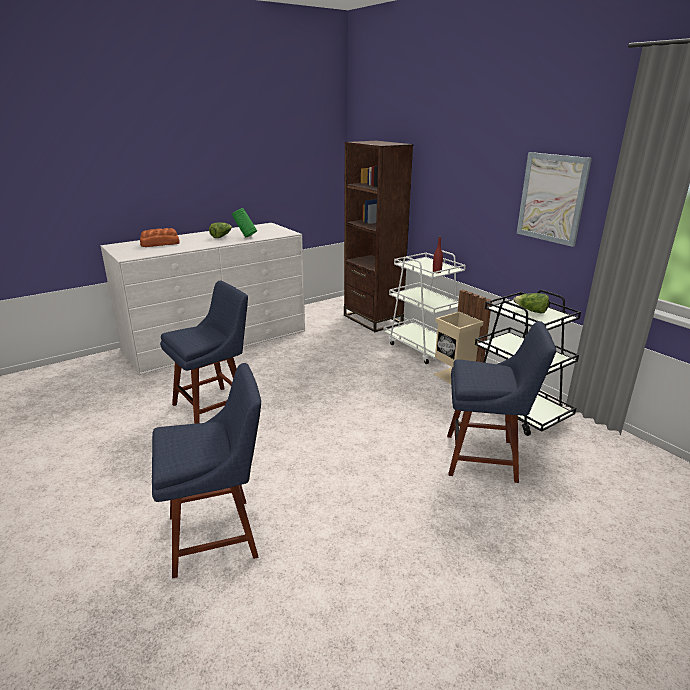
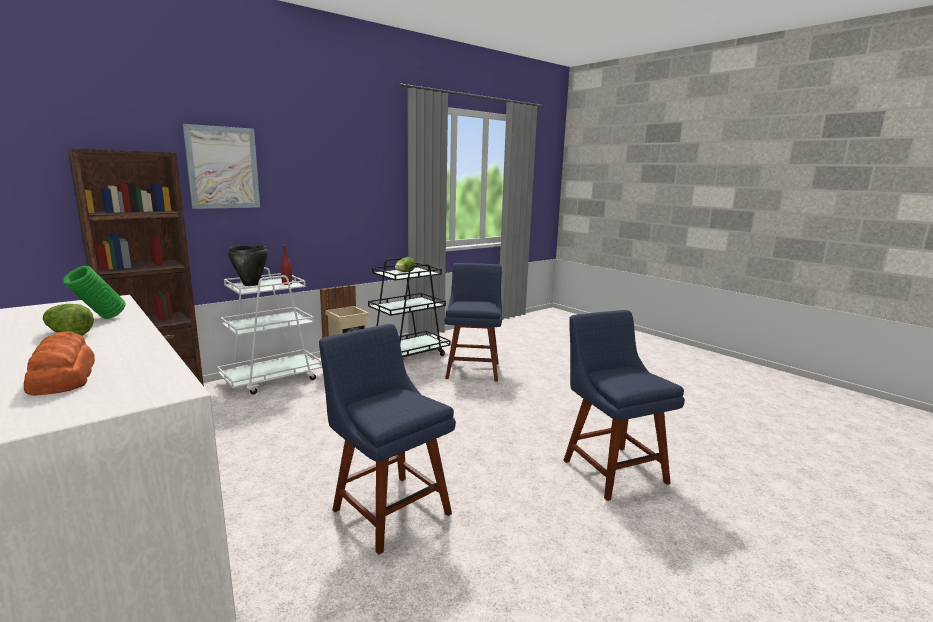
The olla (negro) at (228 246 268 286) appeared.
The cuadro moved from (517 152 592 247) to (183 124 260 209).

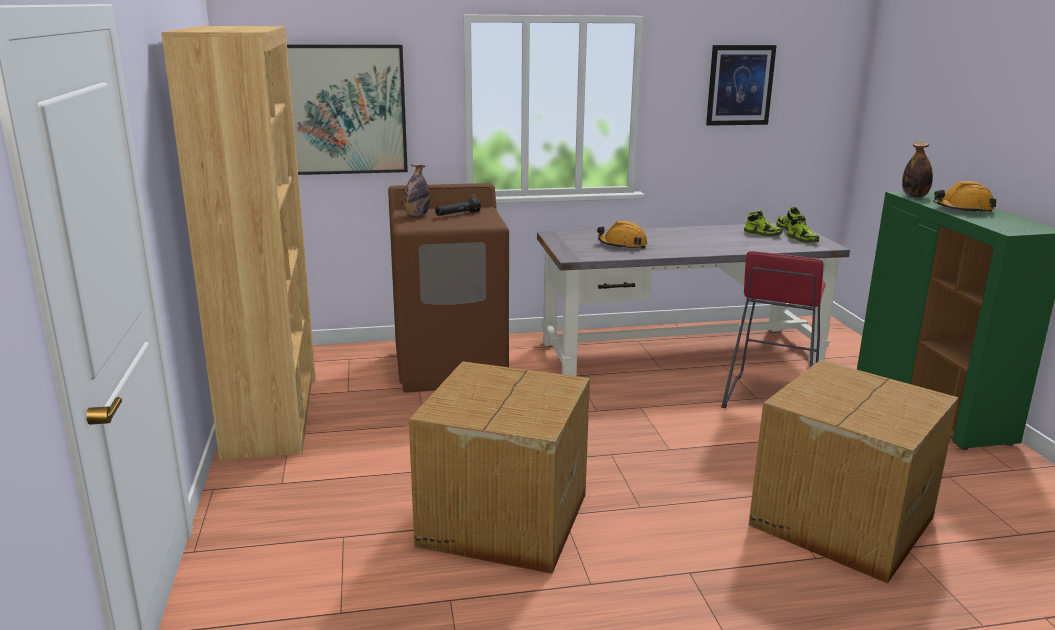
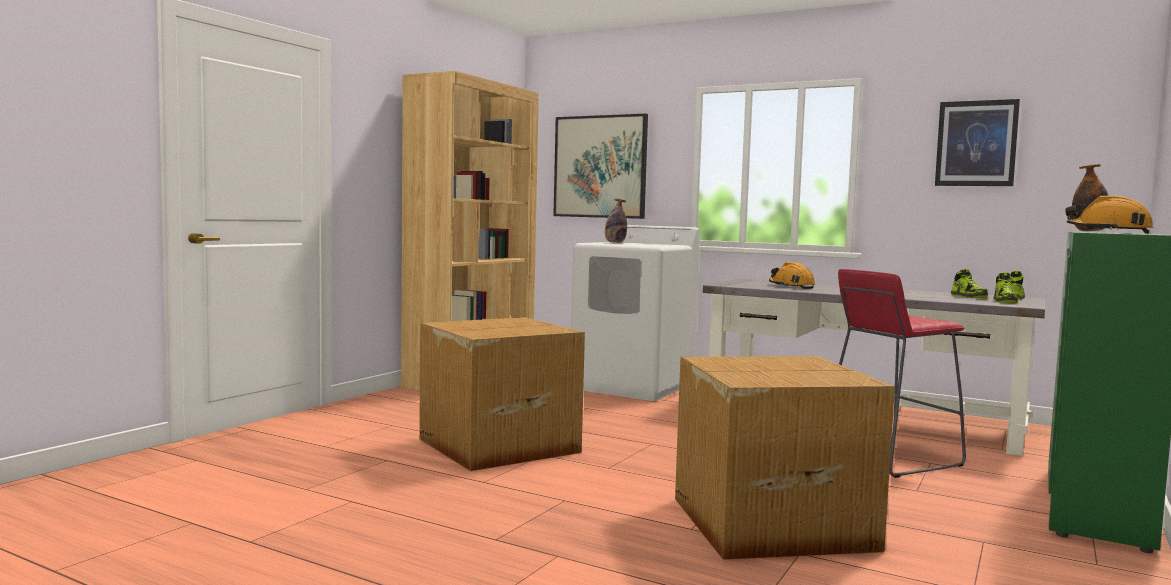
The linterna (negro) at (435 198 481 216) disappeared.
The lavadora (marrón) at (388 183 509 392) became the lavadora (blanco) at (571 225 700 401).

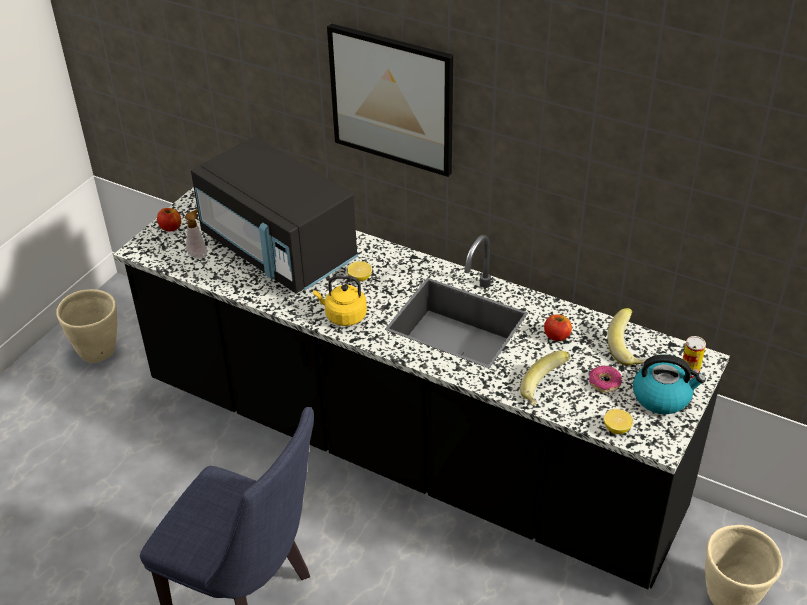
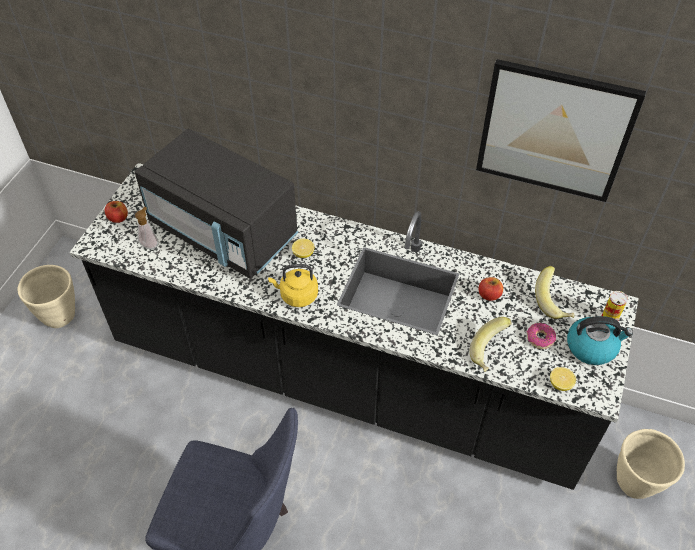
The cuadro moved from (327 23 453 177) to (476 59 646 202).

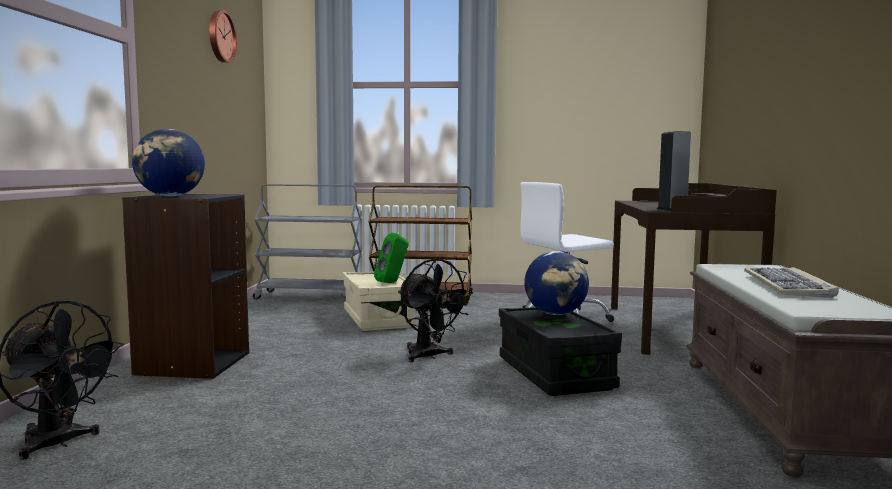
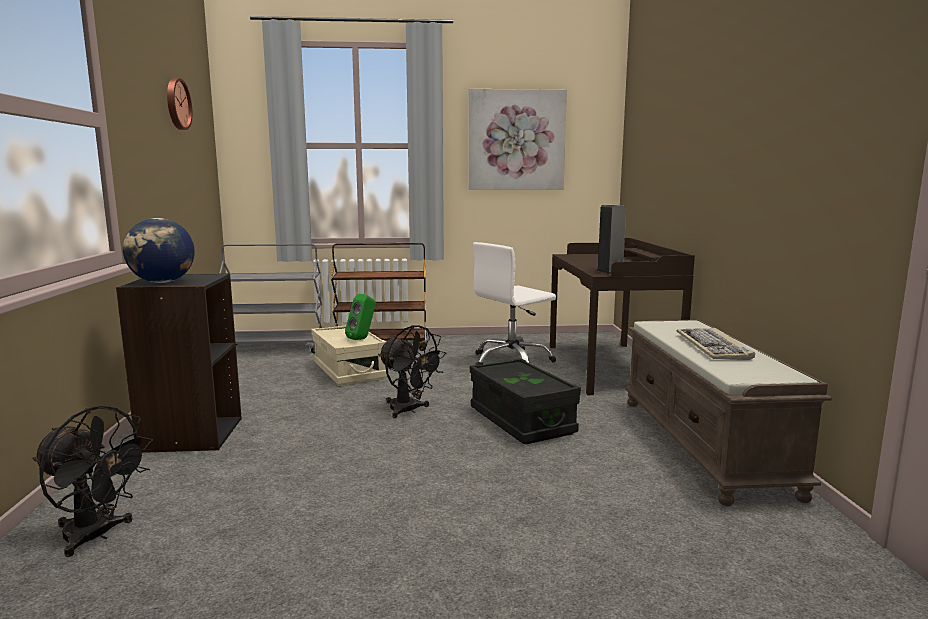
The globo terráqueo at (524 251 589 315) disappeared.
The cuadro at (468 89 567 190) appeared.

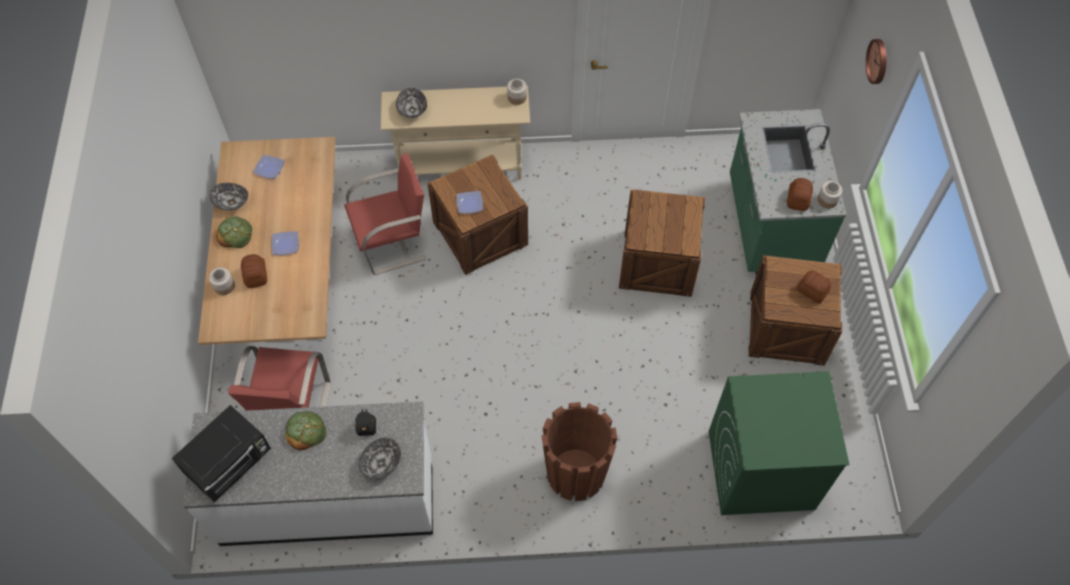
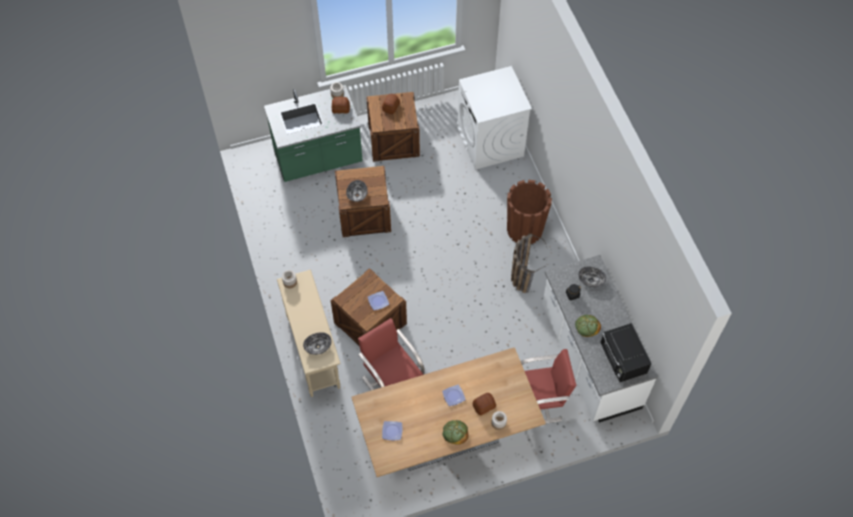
The reloj de pared at (866 39 887 84) disappeared.
The cesta at (511 233 547 293) appeared.
The cuenco moved from (210 183 248 211) to (346 180 368 202).
The lavadora (verde) at (709 371 849 515) became the lavadora (blanco) at (457 66 532 170).
The microondas (negro) at (172 405 271 503) turned 135 degrees counterclockwise.

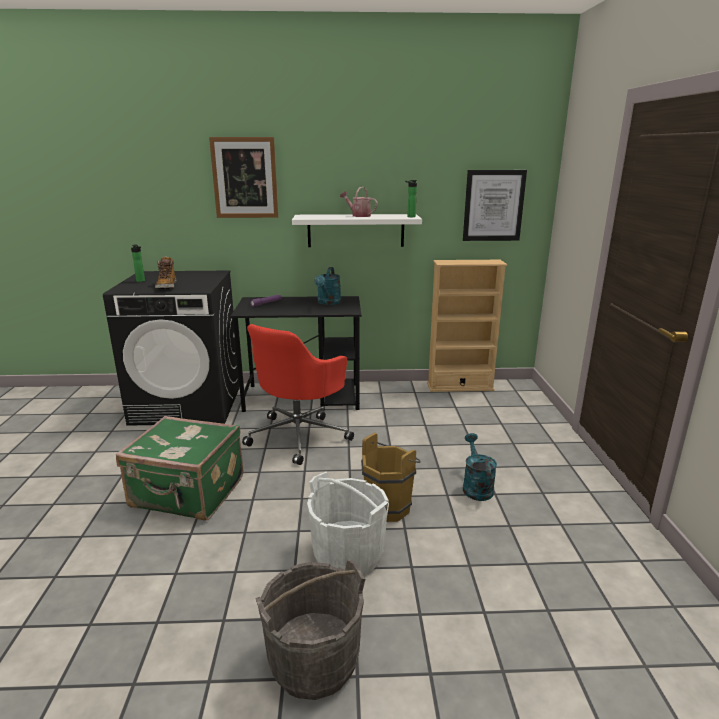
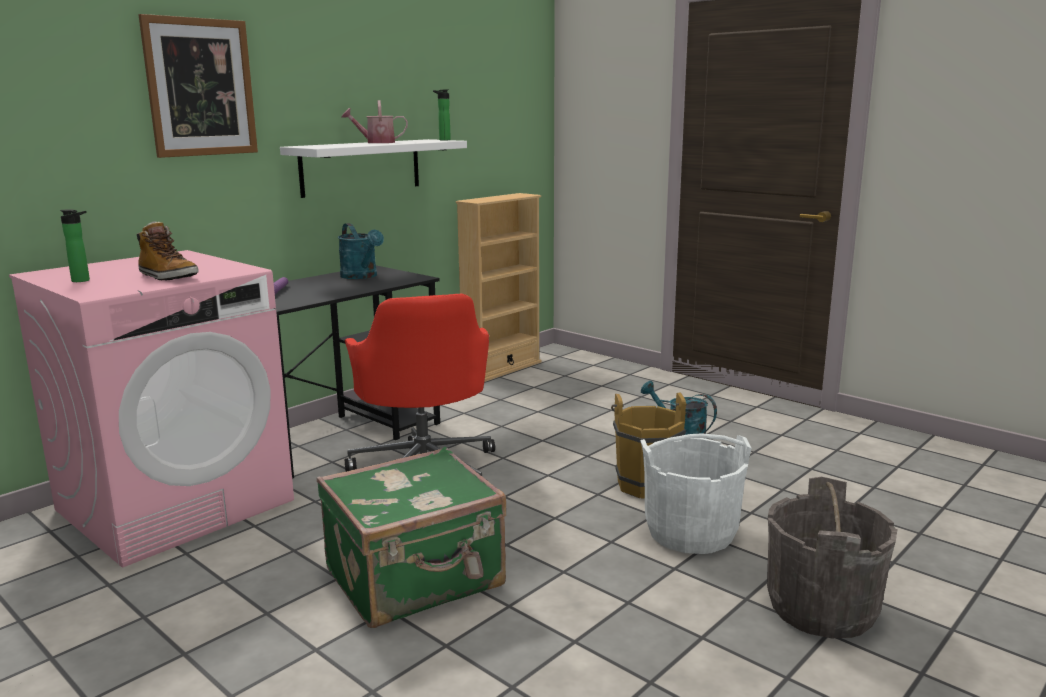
The cuadro at (463 170 527 241) disappeared.
The lavadora (negro) at (103 271 240 426) became the lavadora (rosa) at (9 250 294 568).

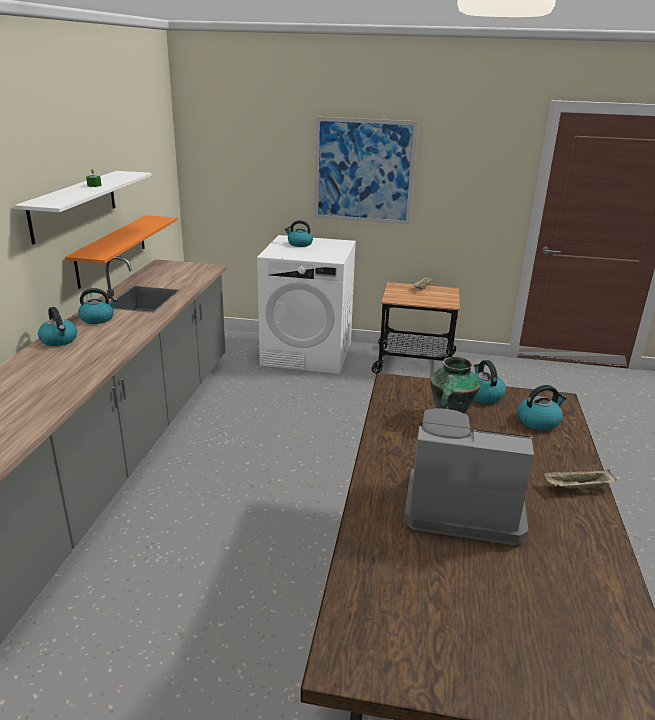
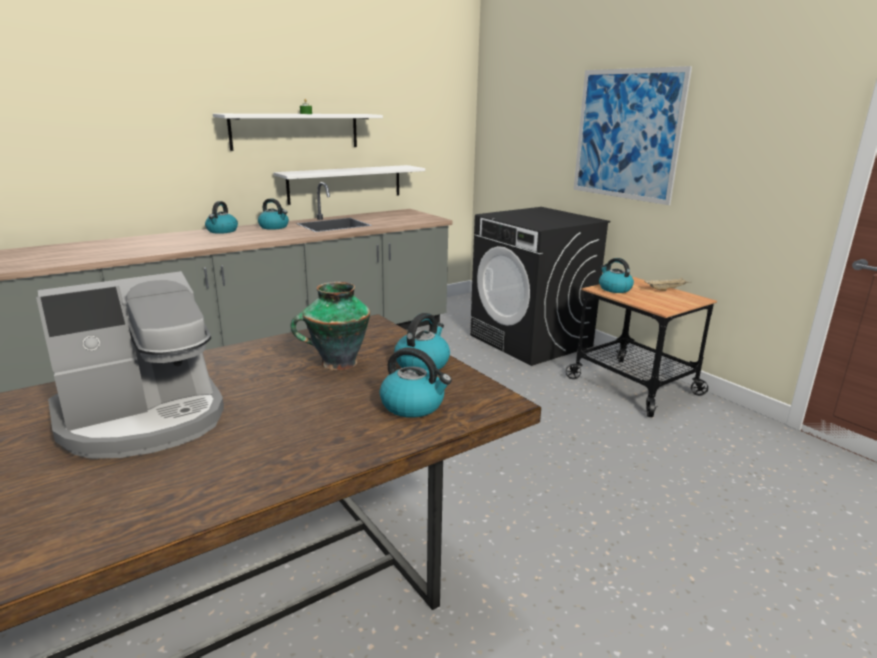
The bandeja (beis) at (544 469 616 490) disappeared.
The hervidor moved from (285 220 313 247) to (599 258 634 293).
The estante (naranja) at (65 215 178 289) became the estante (blanco) at (273 165 425 205).
The lavadora (blanco) at (257 235 356 374) became the lavadora (negro) at (470 207 610 366).
The cafetera at (404 408 534 546) turned 90 degrees clockwise.

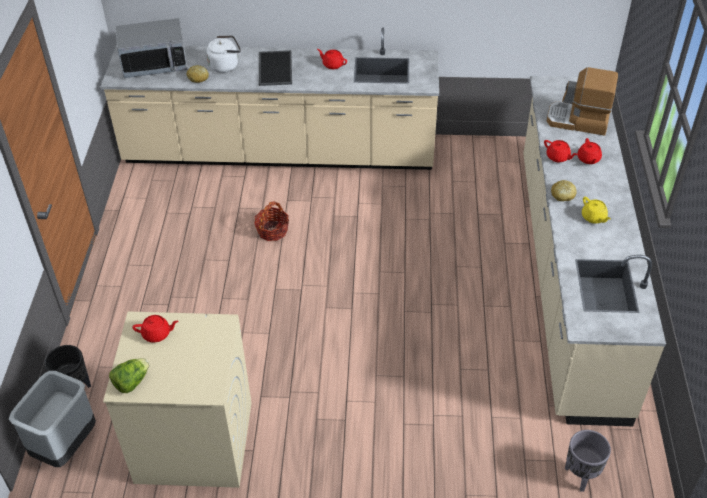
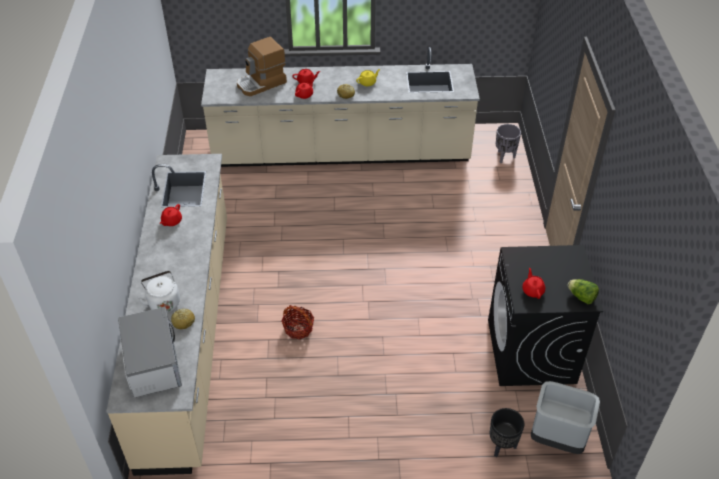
The bandeja at (259 50 292 86) disappeared.
The lavadora (beis) at (103 311 251 488) became the lavadora (negro) at (488 245 604 386).
The cafetera at (546 67 618 136) turned 45 degrees clockwise.

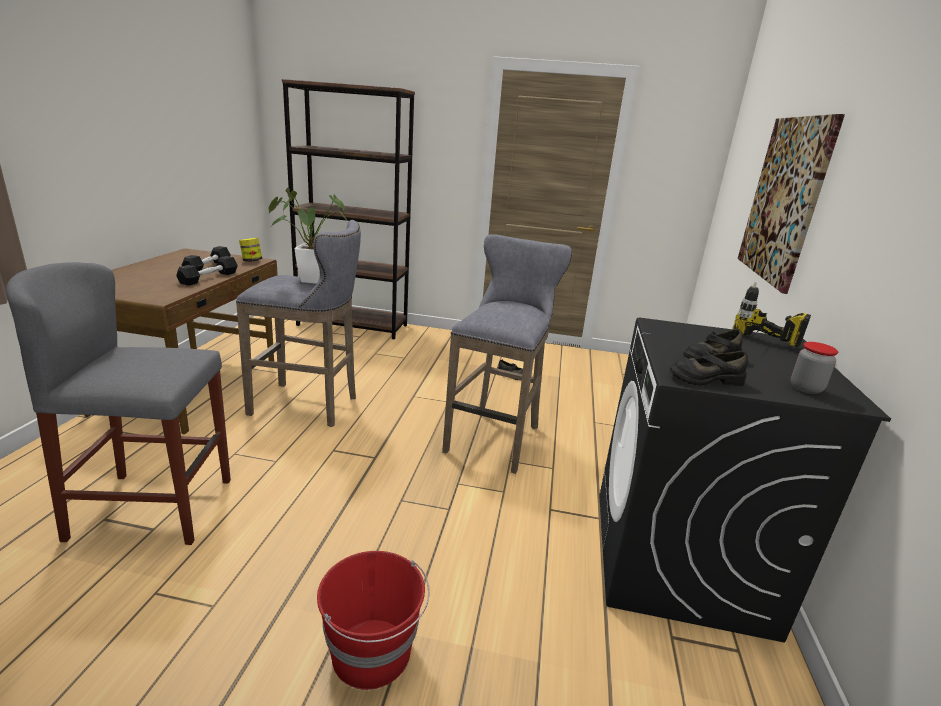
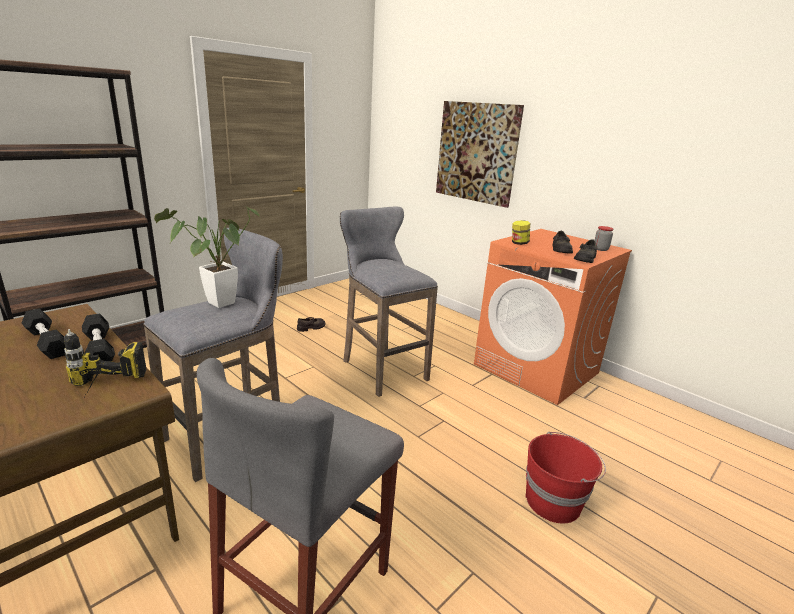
The tarro moved from (239 238 262 262) to (512 220 530 245).
The taladro moved from (732 282 811 347) to (64 329 146 394).
The lavadora (negro) at (599 317 891 643) became the lavadora (naranja) at (474 229 632 405).

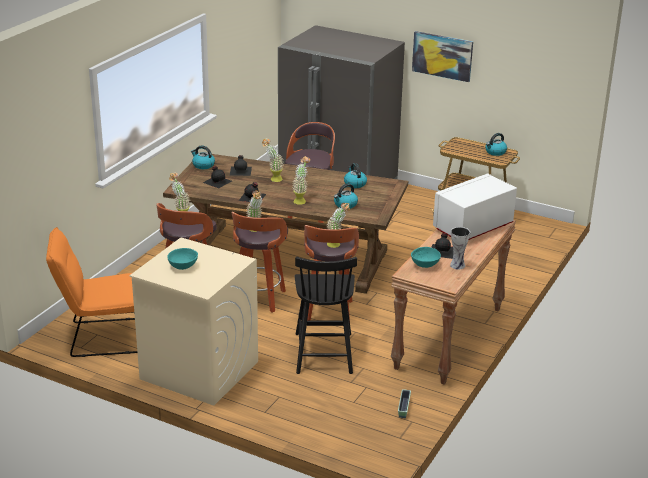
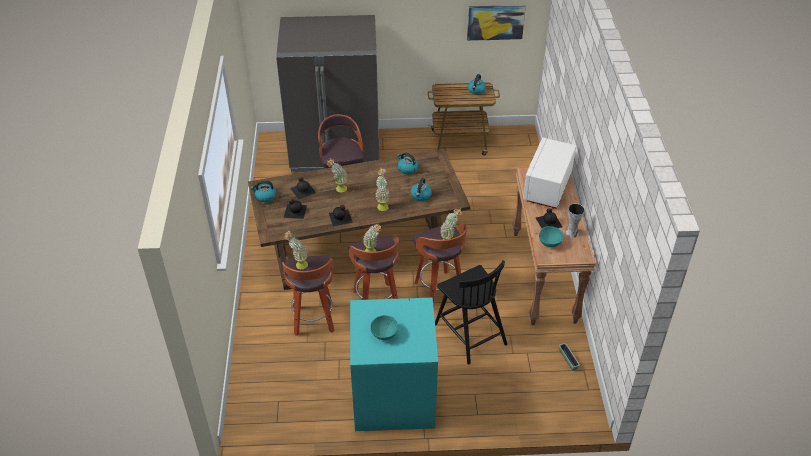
The silla (naranja) at (46 227 137 357) disappeared.
The cuadro moved from (412 31 473 82) to (467 5 526 41).
The lavadora (beis) at (130 237 258 406) became the lavadora (turquesa) at (350 298 438 431).

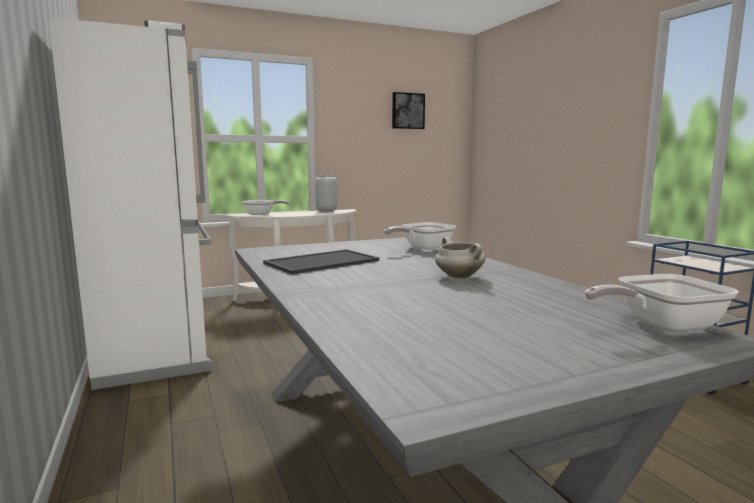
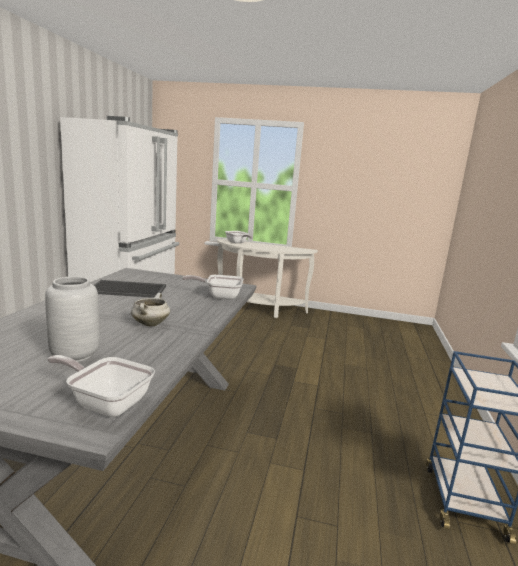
The cuadro at (392 92 425 129) disappeared.
The florero (gris) moved from (315 174 338 212) to (45 277 99 362).

